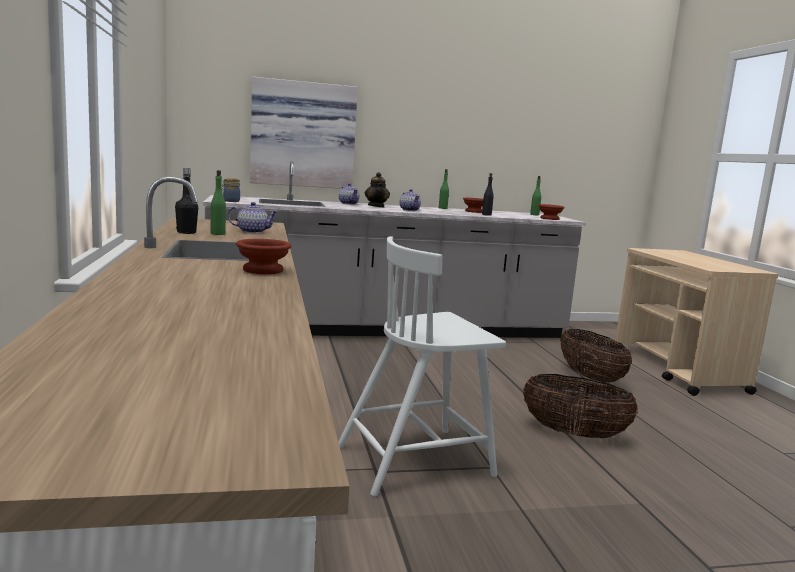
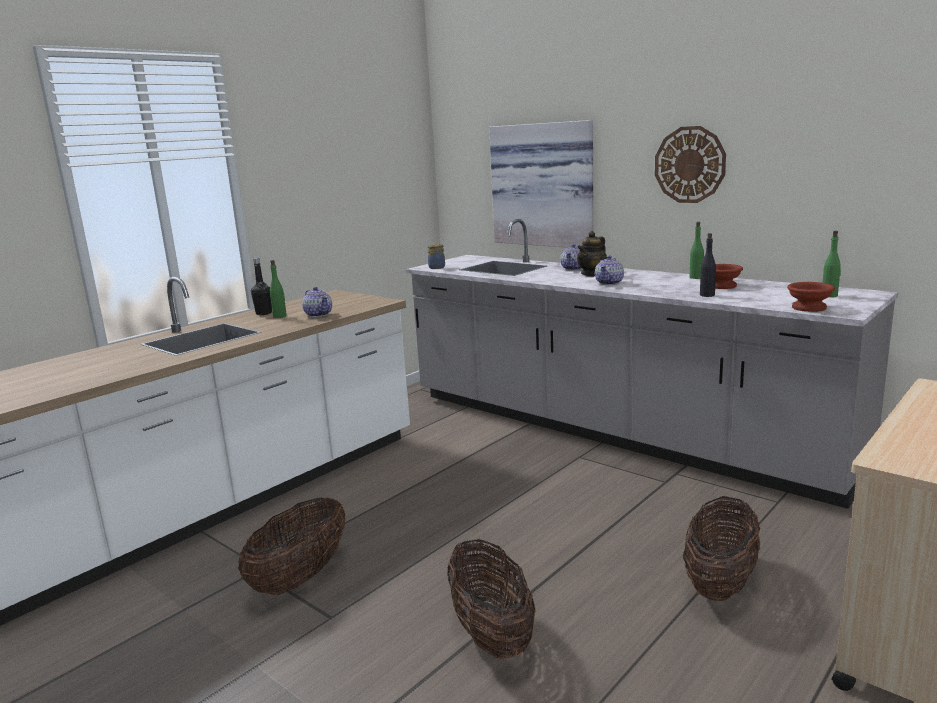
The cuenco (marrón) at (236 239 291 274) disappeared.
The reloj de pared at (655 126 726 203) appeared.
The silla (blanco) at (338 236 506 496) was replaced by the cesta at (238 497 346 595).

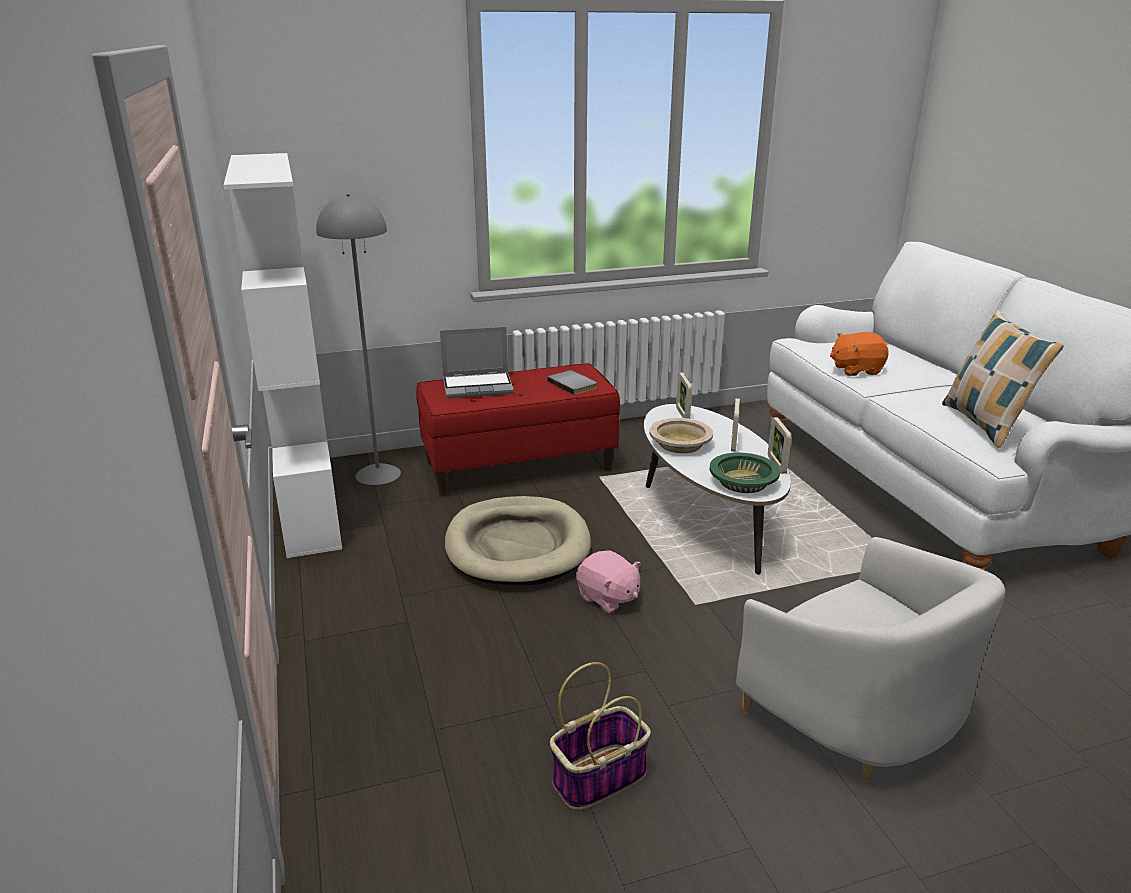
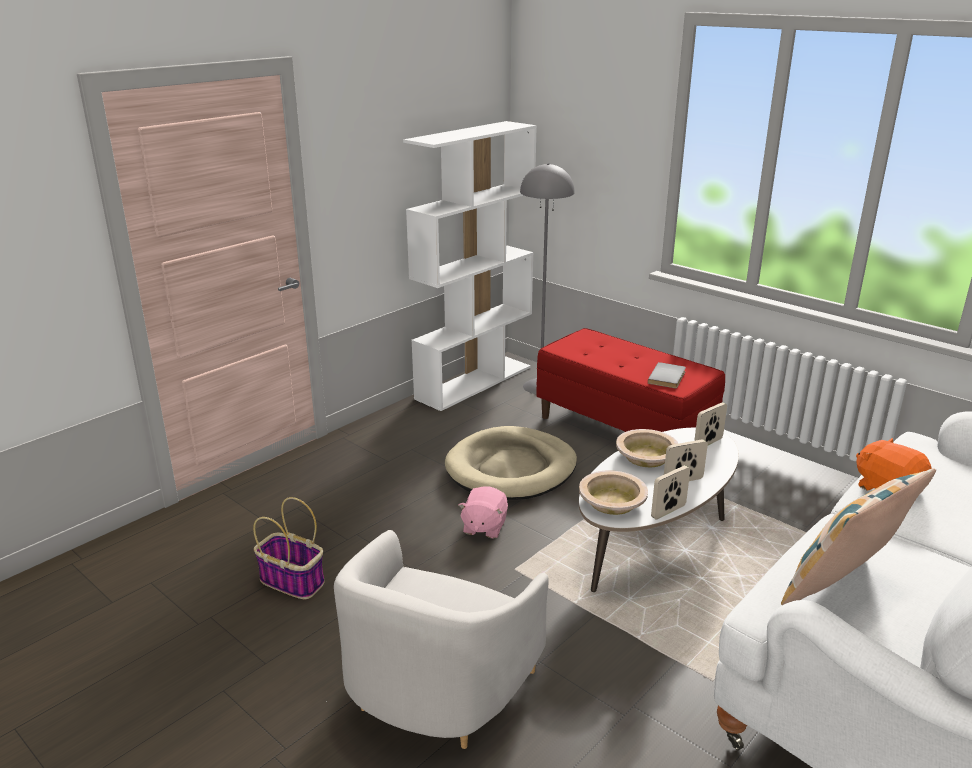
The portátil at (440 327 514 398) disappeared.
The cuenco (verde) at (710 453 780 493) became the cuenco (beis) at (579 470 648 515).

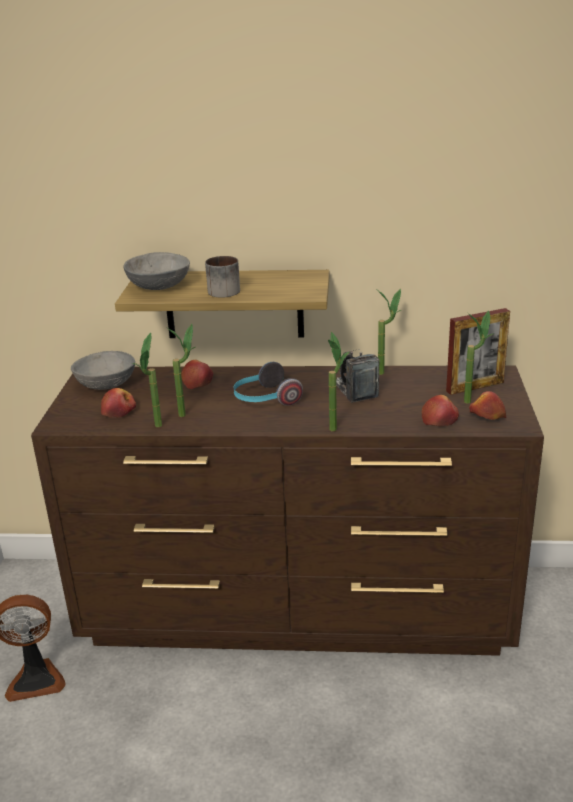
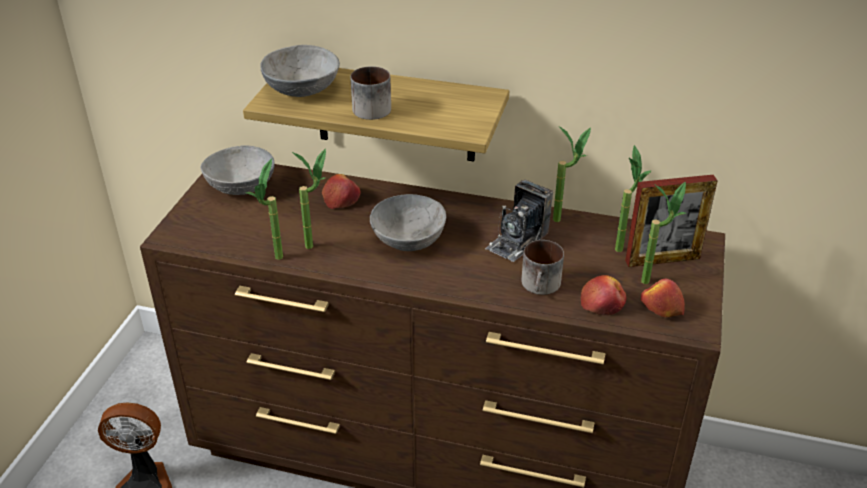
The manzana at (101 388 136 418) disappeared.
The taza grande at (521 240 564 295) appeared.
The planta en maceta moved from (328 332 349 431) to (615 145 652 252).
The auriculares at (233 362 303 406) was replaced by the cuenco (gris) at (370 194 446 251).
The cámara at (336 349 380 403) turned 135 degrees counterclockwise.

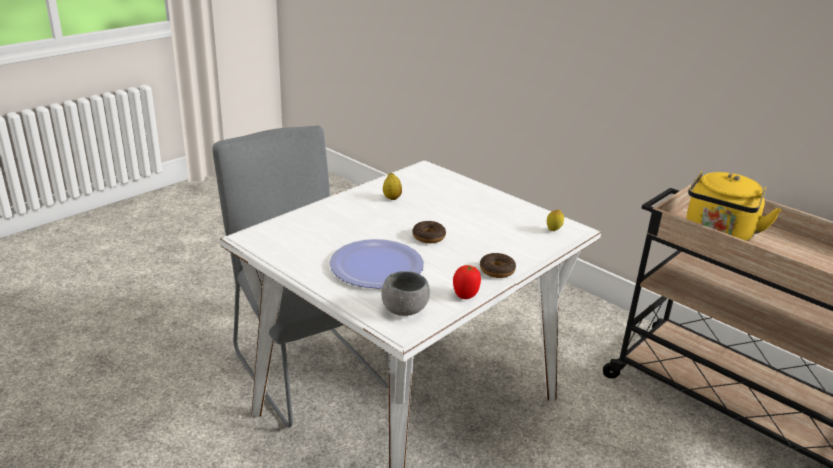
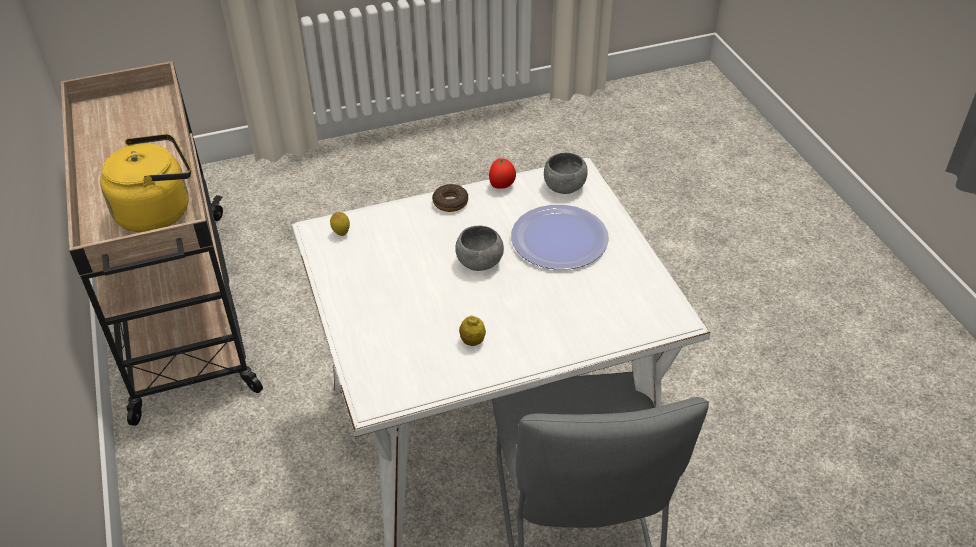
The rosquilla at (412 221 446 243) was replaced by the cuenco (gris) at (455 226 504 271).

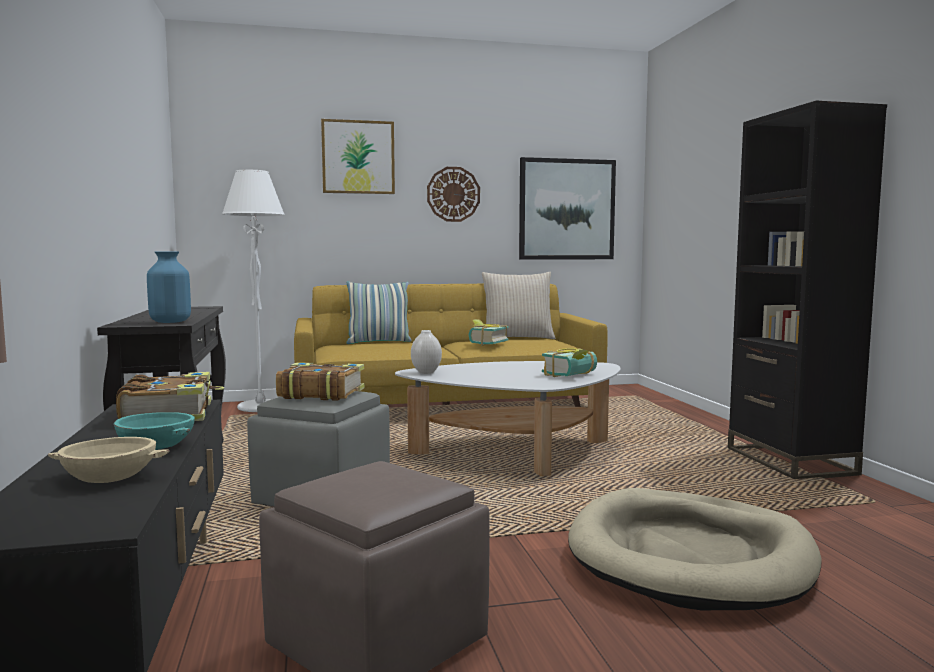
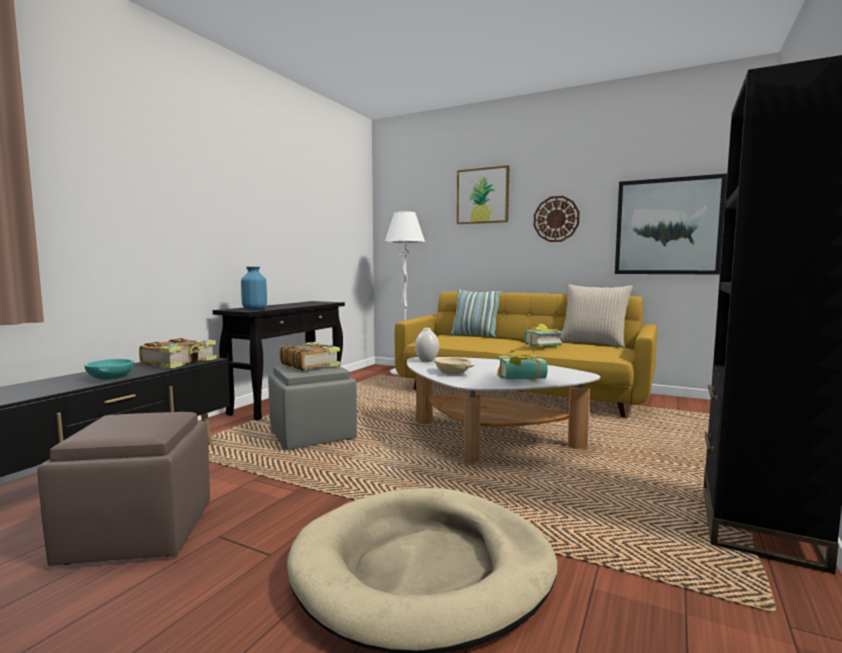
The cuenco (beis) moved from (48 437 170 483) to (433 358 474 375).

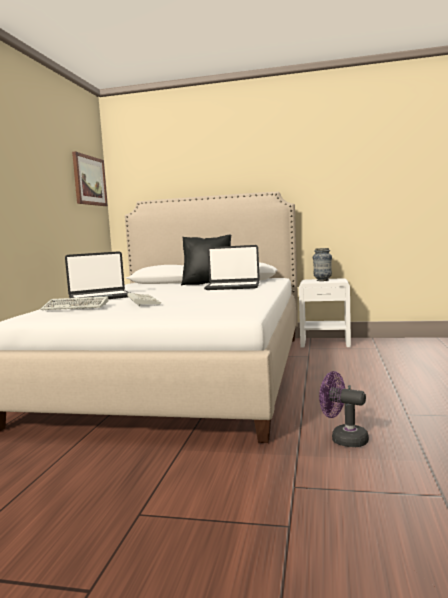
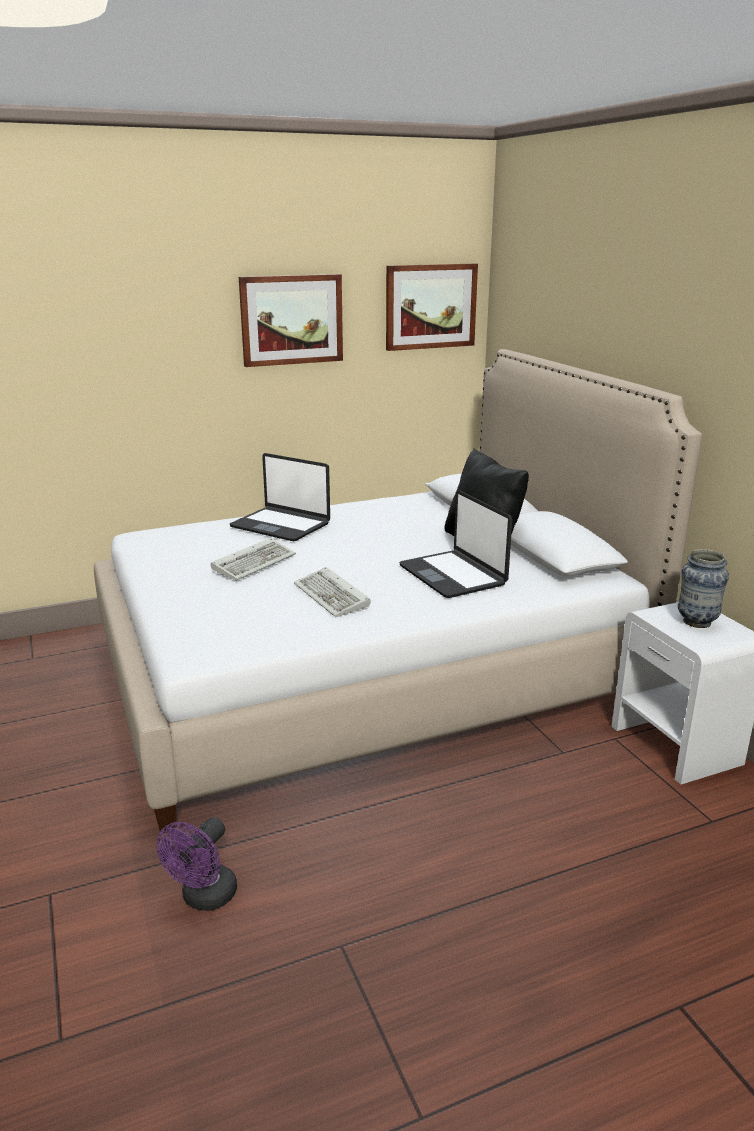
The cuadro at (239 274 343 367) appeared.
The teclado moved from (41 297 108 310) to (294 567 371 617).
The ventilador (morado) at (319 371 369 447) turned 150 degrees counterclockwise.

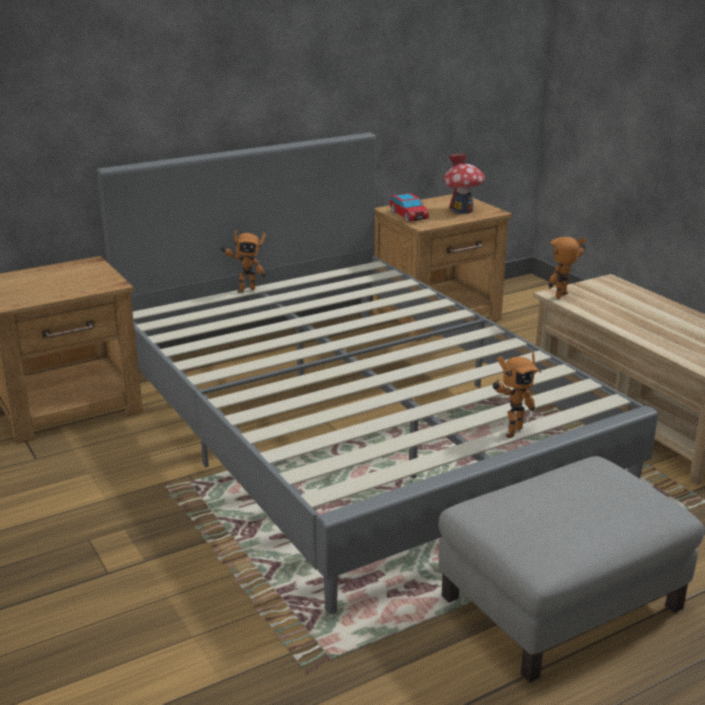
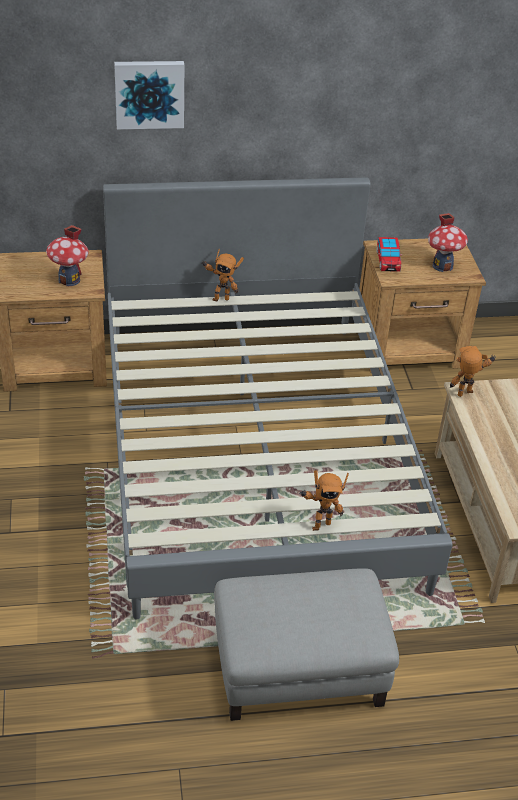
The casita at (46 225 89 286) appeared.
The cuadro at (114 61 184 129) appeared.

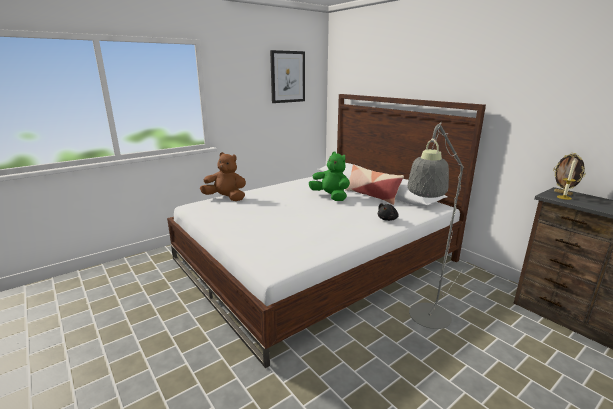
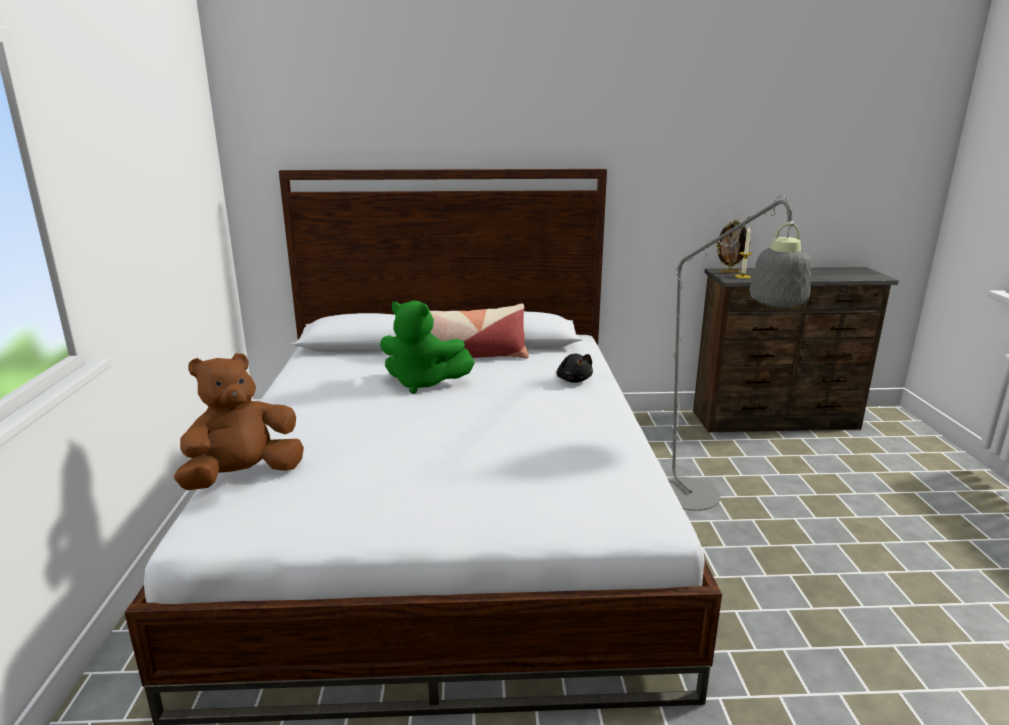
The cuadro at (270 50 305 103) disappeared.
The peluche (verde) at (309 152 350 201) turned 150 degrees counterclockwise.

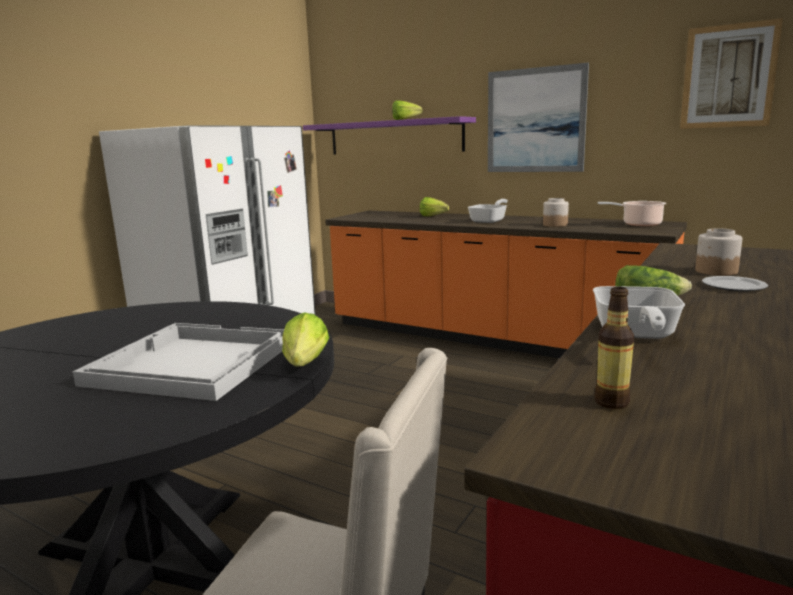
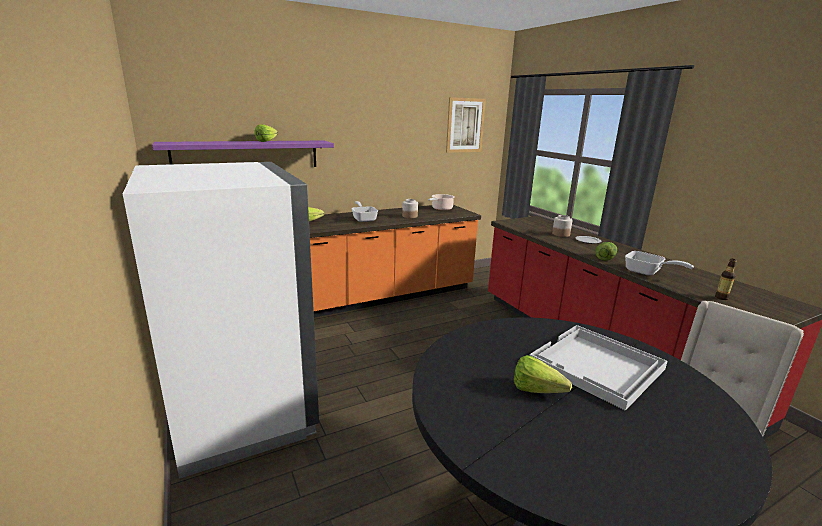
The cuadro at (488 63 589 172) disappeared.
The lechuga moved from (282 313 329 367) to (514 355 572 393).

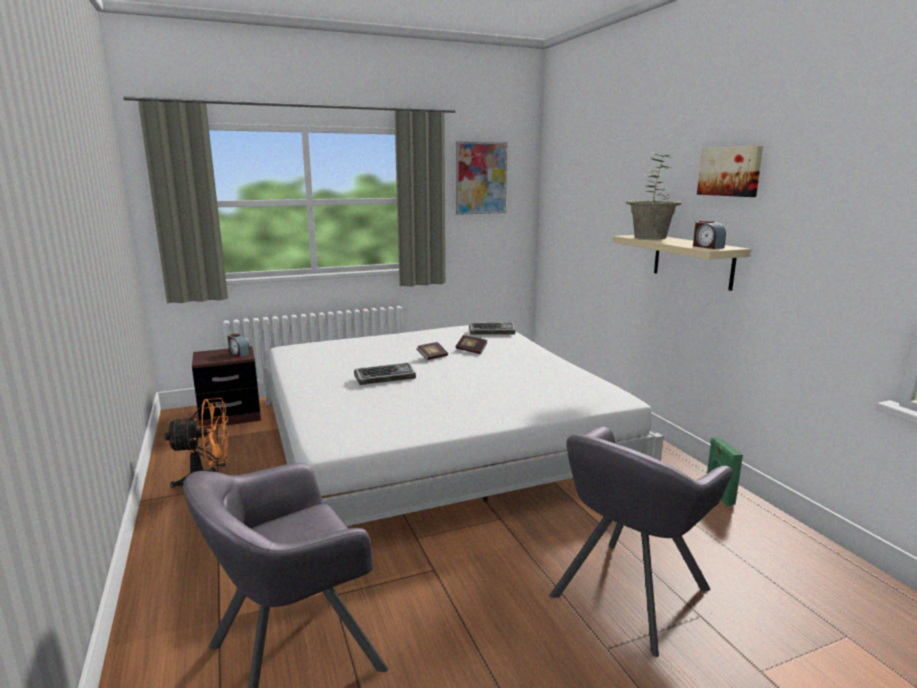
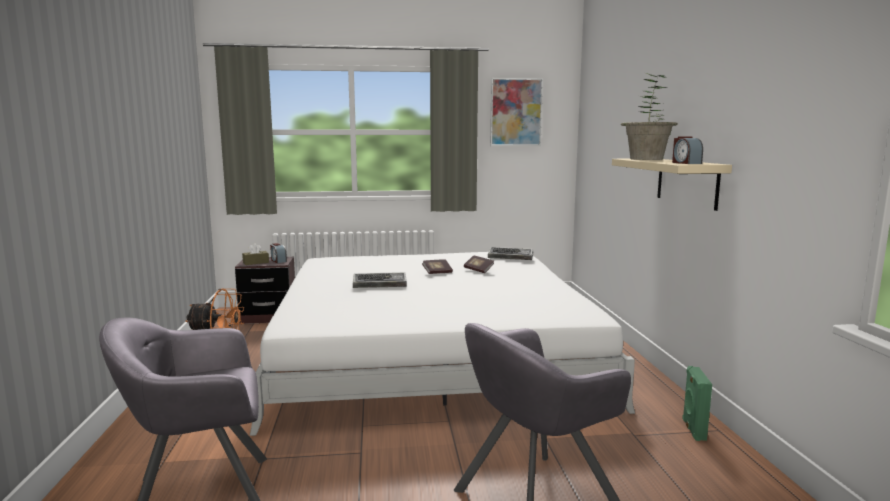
The cuadro at (697 146 763 197) disappeared.
The caja de pañuelos (marrón) at (242 243 269 265) appeared.

